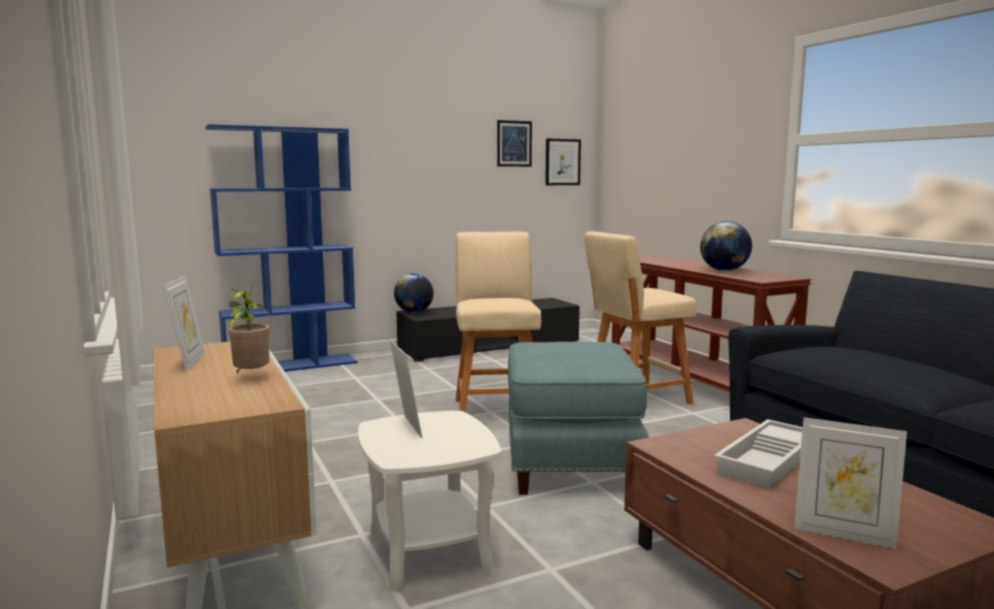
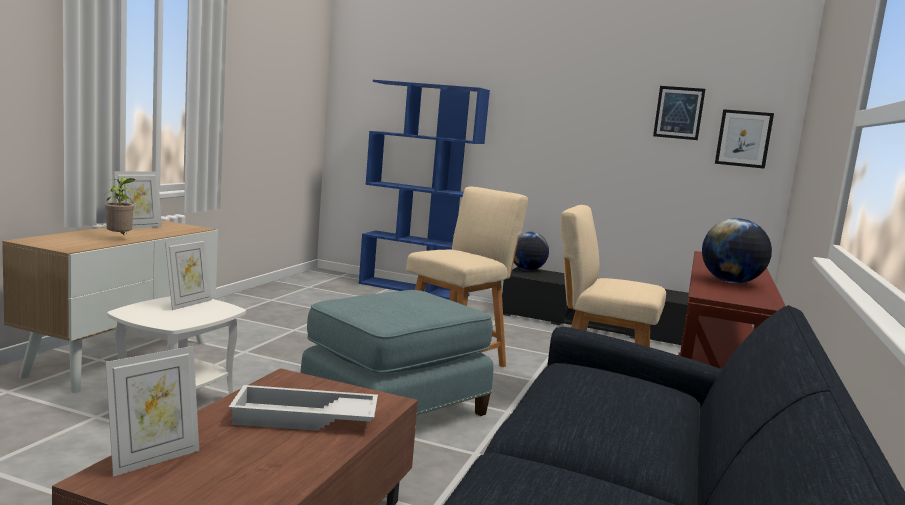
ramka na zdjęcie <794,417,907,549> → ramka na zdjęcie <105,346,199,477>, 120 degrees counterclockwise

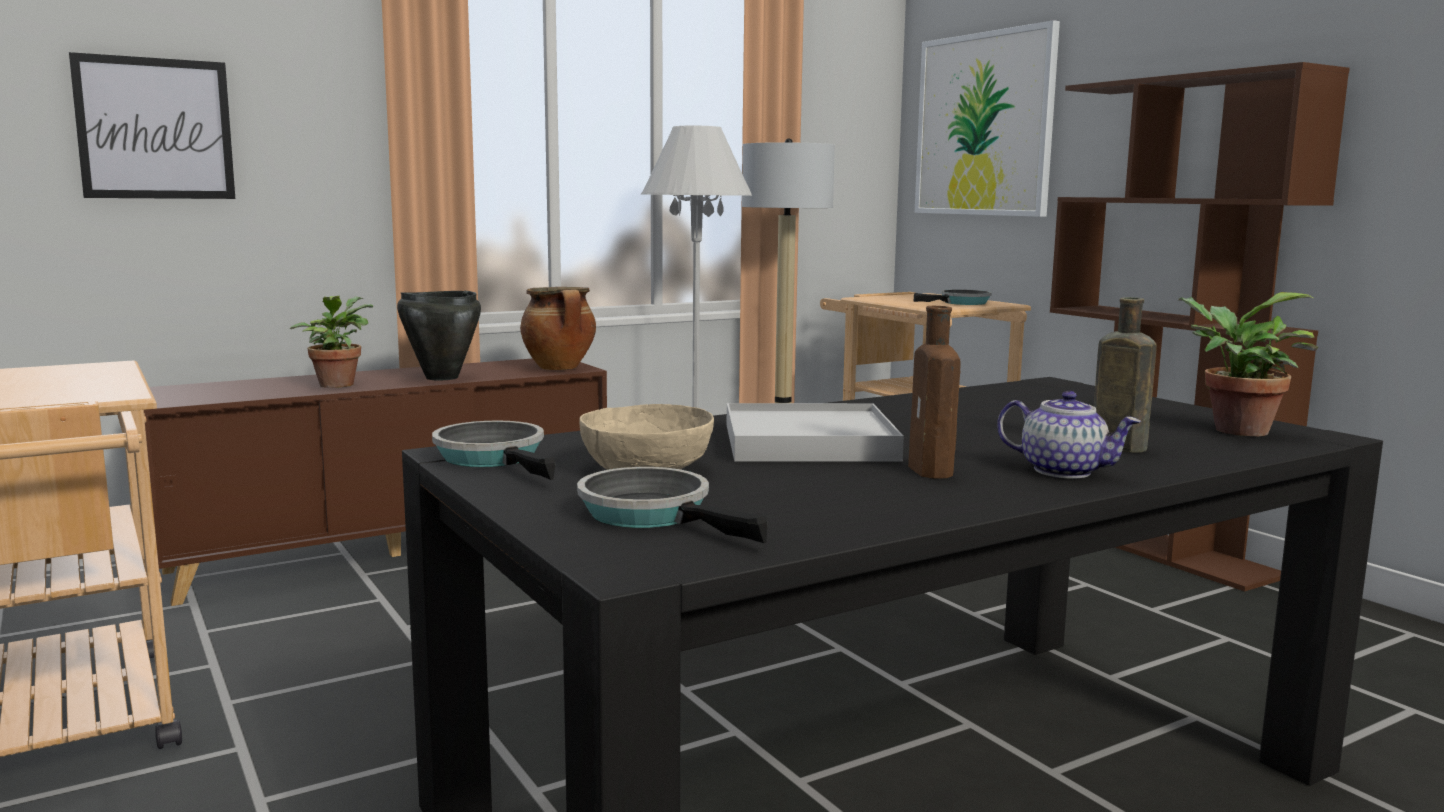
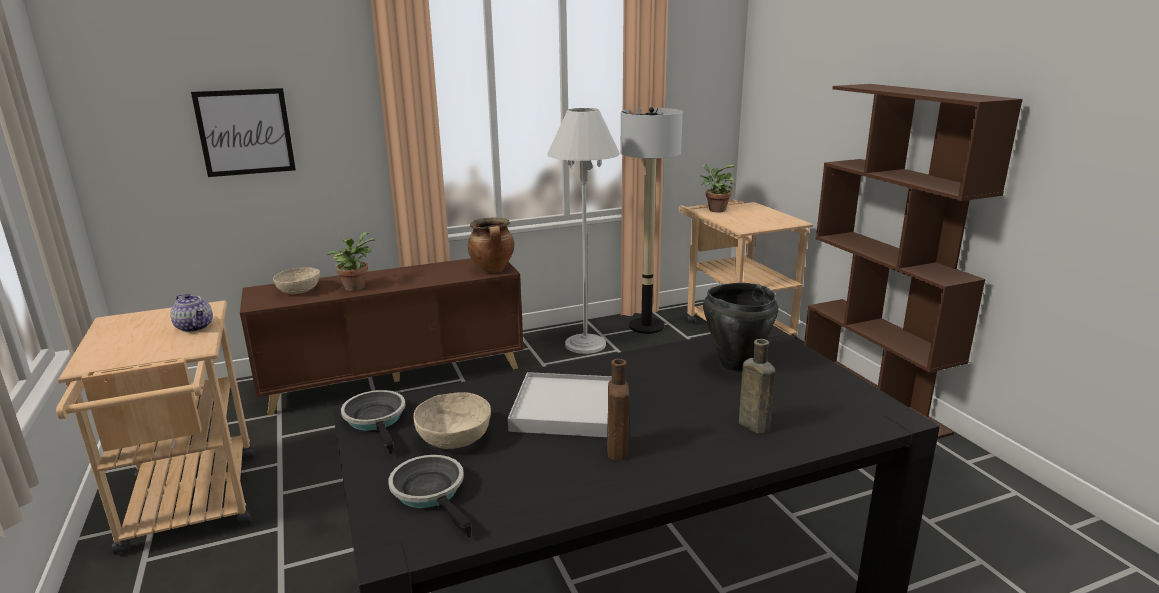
imbryk <997,391,1141,478> → imbryk <170,294,213,332>, moved
- → miska (beżowy) <273,267,320,294>
roślina doniczkowa <1178,292,1318,436> → roślina doniczkowa <700,165,736,213>, moved
garnek (czarny) <397,291,481,380> → garnek (czarny) <703,283,778,372>, moved
patelnia <914,290,992,305> → -
obraz <915,20,1060,217> → -

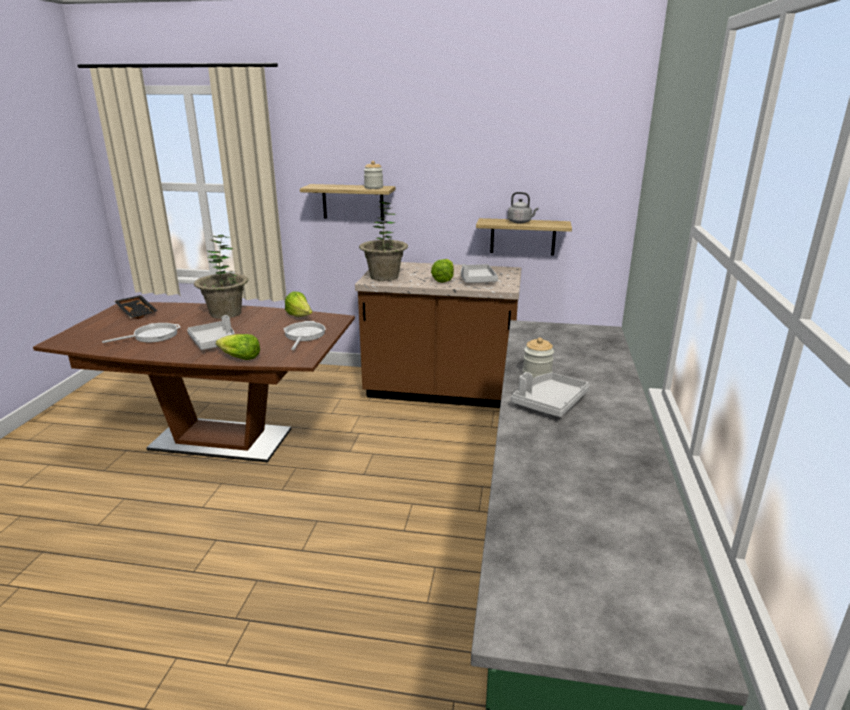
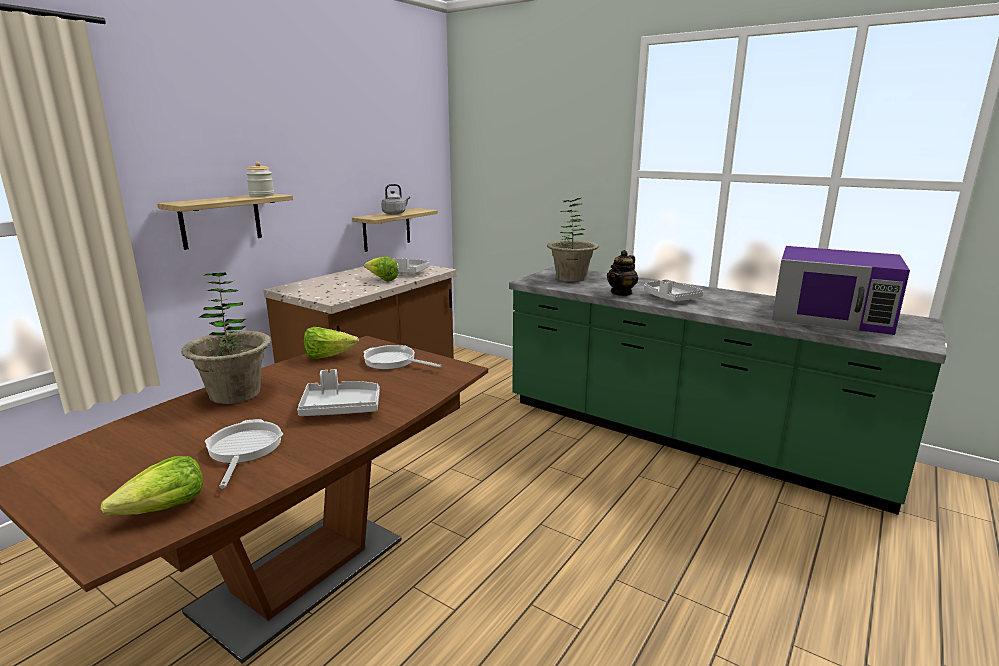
sałata <216,334,260,360> → sałata <101,456,203,515>, moved
roślina doniczkowa <359,202,408,281> → roślina doniczkowa <547,198,599,282>, moved
słoik <523,338,554,378> → imbryk <607,250,638,296>
- → mikrofalówka (fioletowy) <772,246,910,335>
taca (czarny) <114,295,158,319> → -

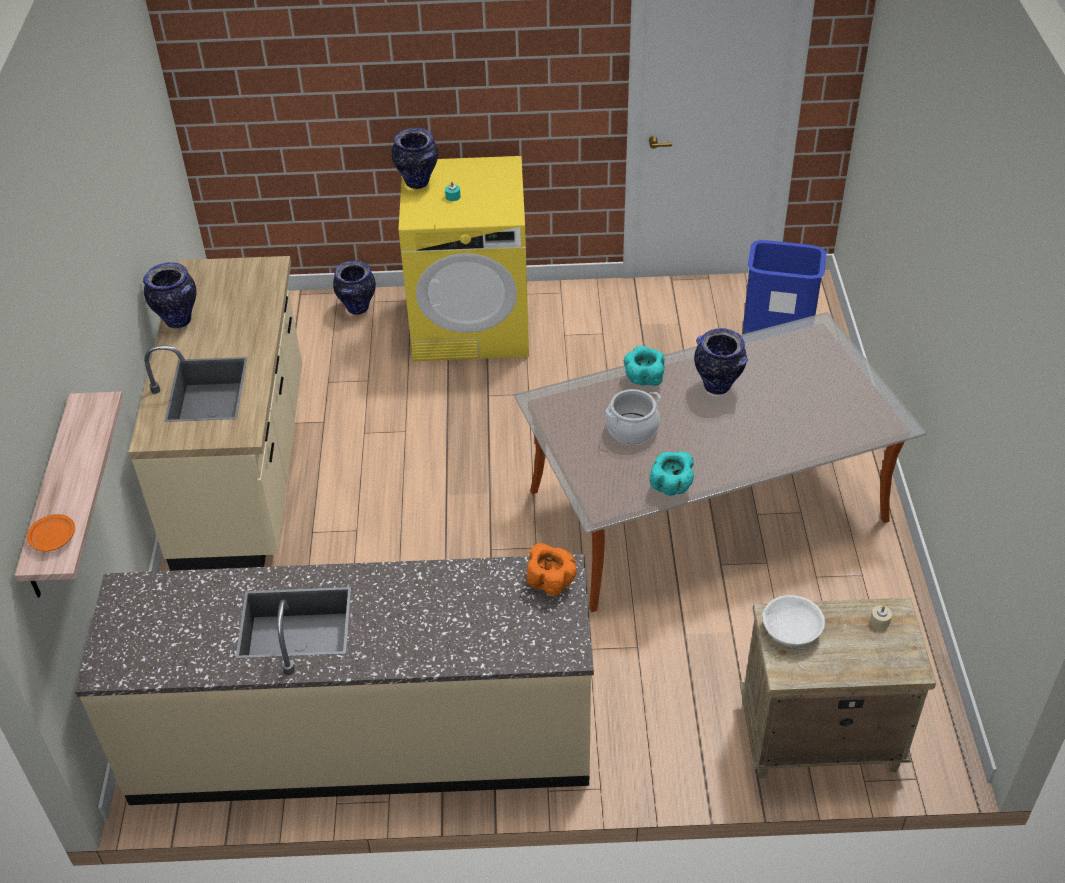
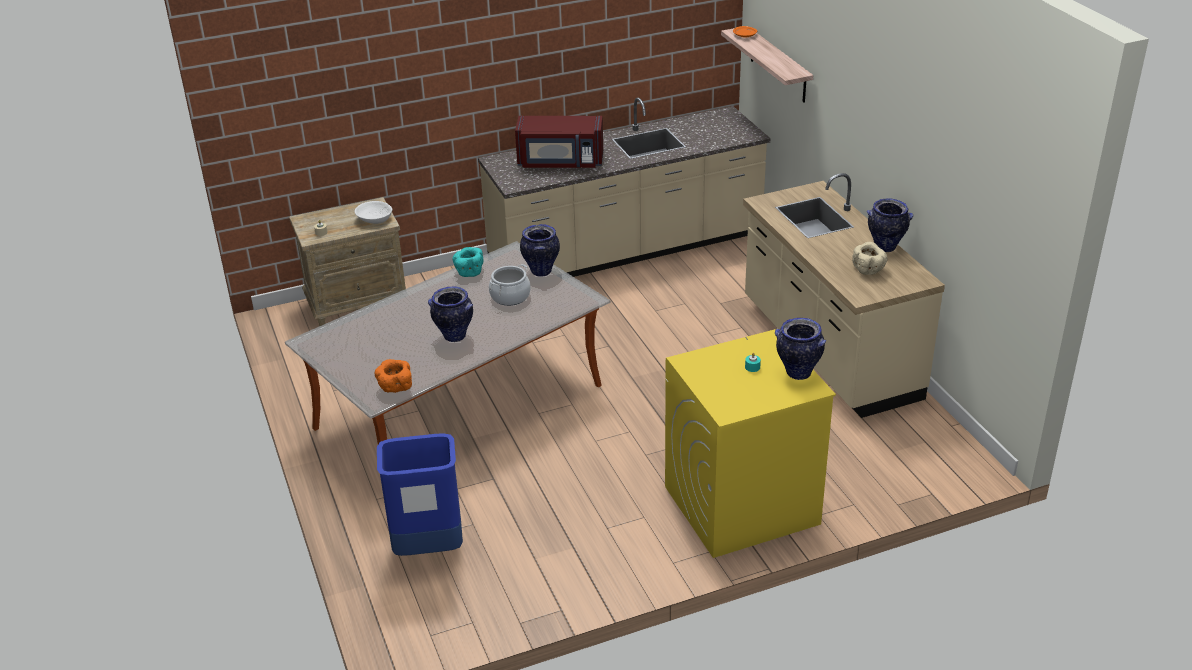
miska (pomarańczowy) <527,543,577,596> → miska (pomarańczowy) <375,359,412,393>, moved
- → mikrofalówka (czerwony) <515,116,603,168>
wazon <333,260,376,315> → wazon <520,224,560,277>, moved
- → miska (beżowy) <852,242,887,275>
miska (turkusowy) <624,346,665,386> → -

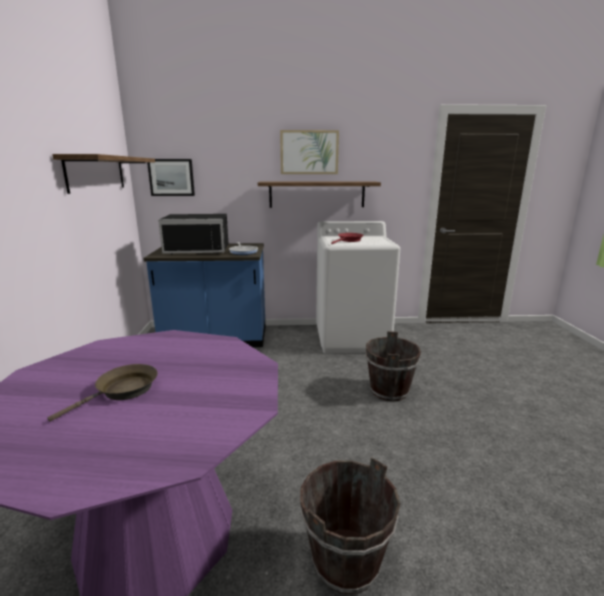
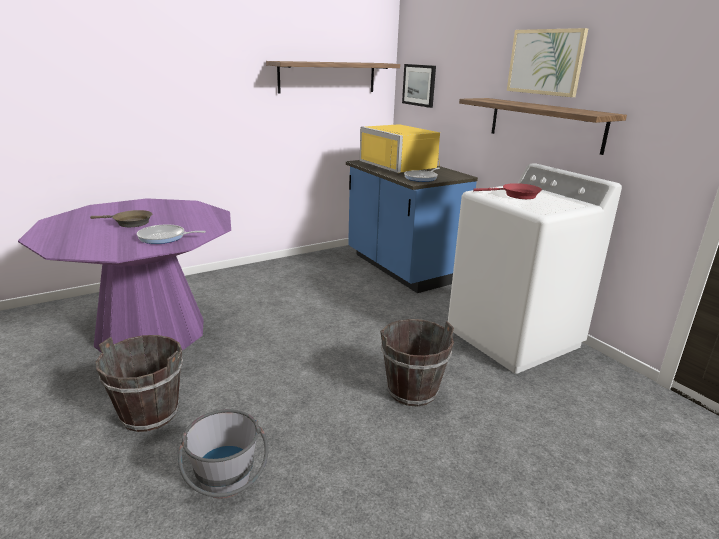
- → patelnia <137,225,206,244>
- → wiadro (szary) <178,409,268,498>
mikrofalówka (czarny) <158,214,228,254> → mikrofalówka (żółty) <360,124,440,173>

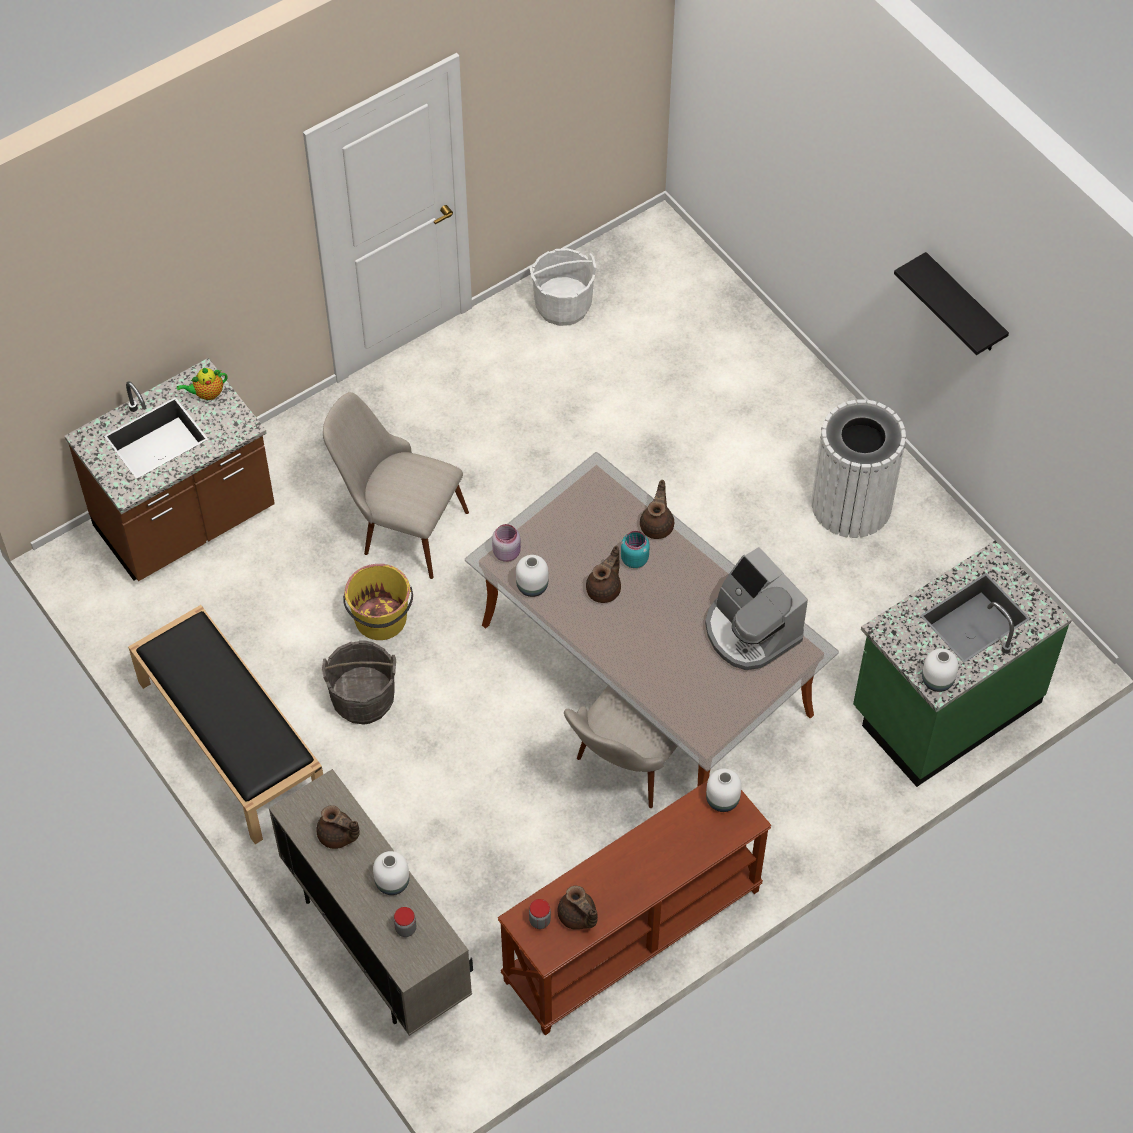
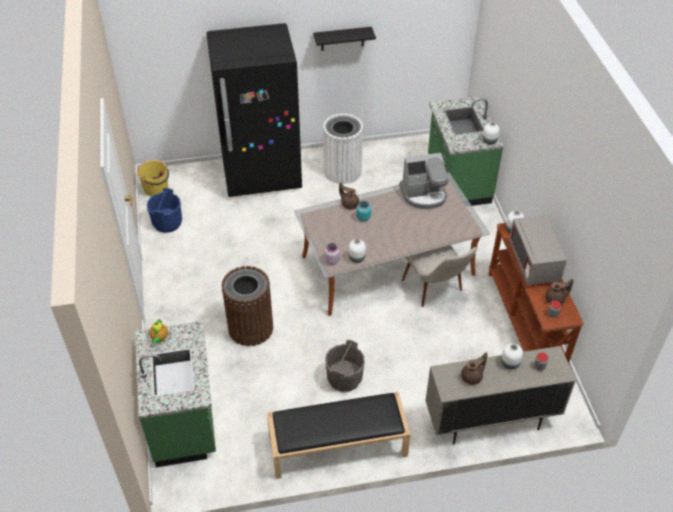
zabudowa kuchenna (brązowy) <65,358,275,581> → zabudowa kuchenna (zielony) <135,321,216,468>
wiadro (żółty) <343,564,413,640> → wiadro (żółty) <137,160,169,197>, moved
wiadro (biały) <529,248,596,326> → wiadro (niebieski) <147,188,182,233>
- → lodówka (czarny) <206,23,302,197>
krzesło (beżowy) <323,392,469,579> → kosz na śmieci (brązowy) <222,266,273,346>
- → mikrofalówka (szary) <509,215,567,286>
imbryk (brązowy) <586,546,621,603> → -

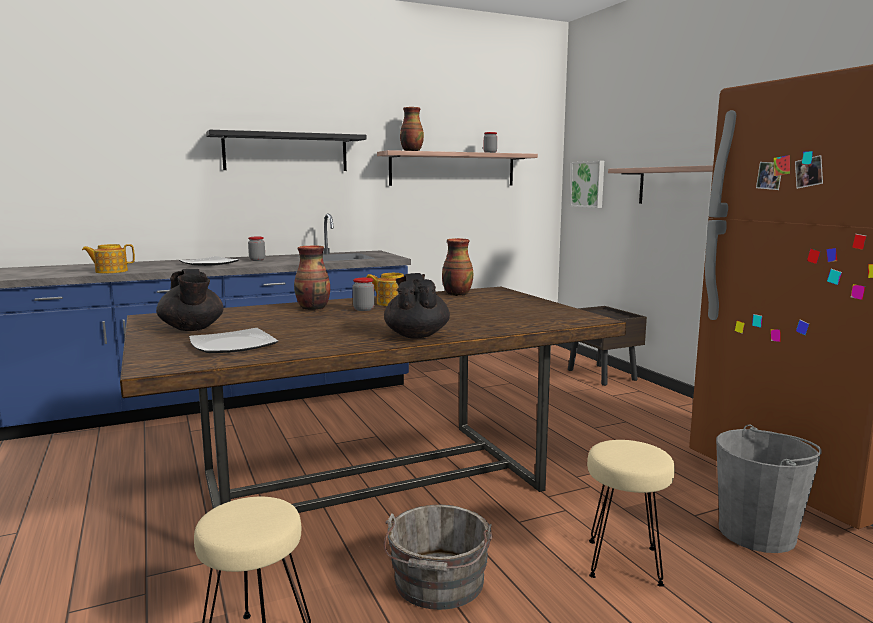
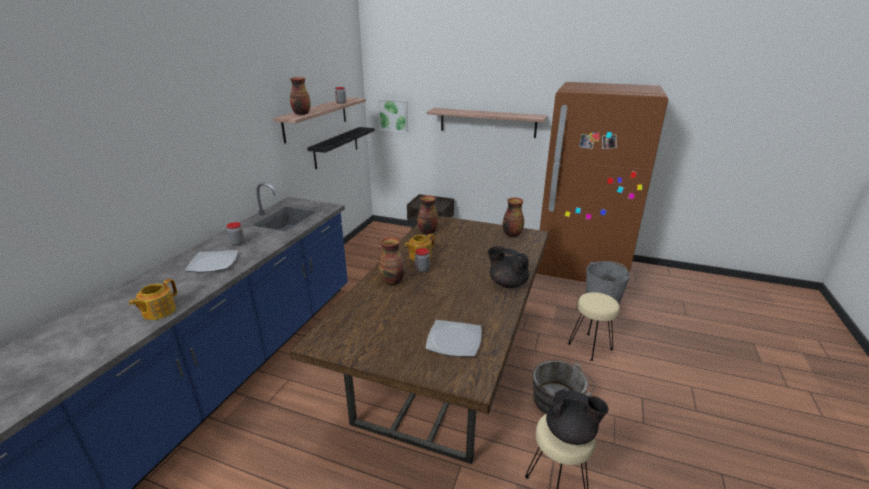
półka (czarny) <206,130,367,171> → półka (czarny) <307,127,375,169>, moved
- → wazon <502,198,524,237>
imbryk (czarny) <156,269,223,331> → imbryk (czarny) <546,389,609,445>, moved

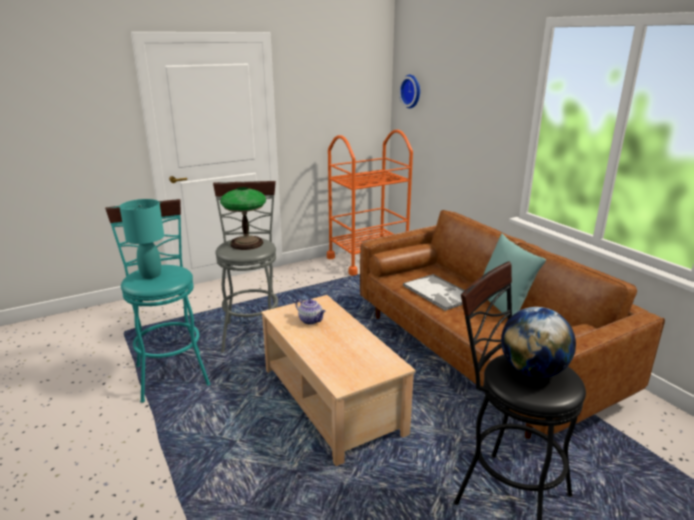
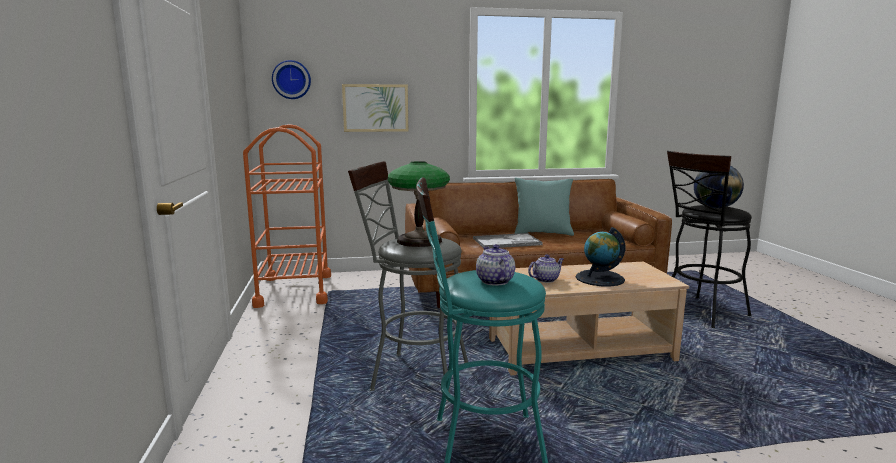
- → obraz <342,84,408,132>
lampa stołowa (turkusowy) <120,199,164,279> → imbryk <476,244,515,285>
- → globus <576,227,625,287>

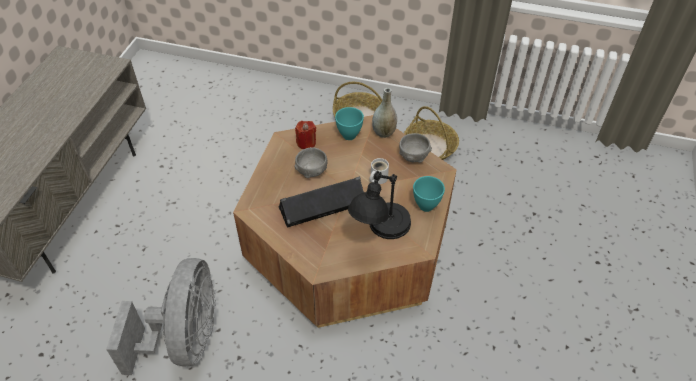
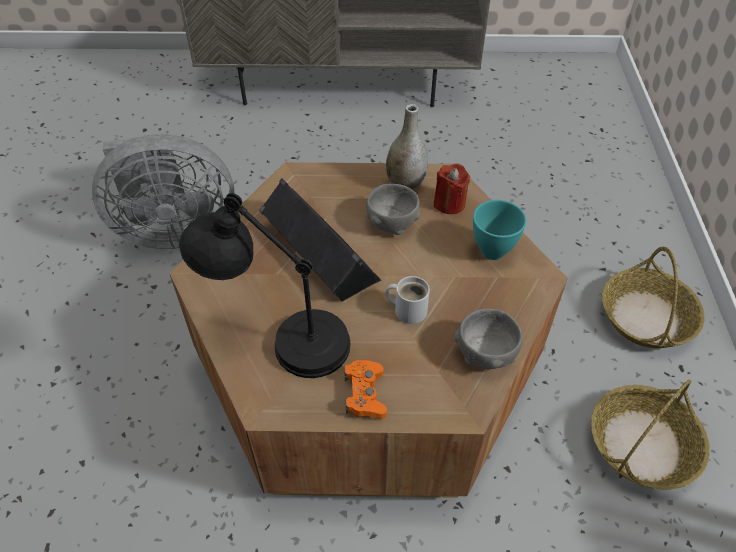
miska (turkusowy) <413,176,445,212> → pad do gier (pomarańczowy) <344,360,387,419>
wazon (szary) <372,88,397,138> → wazon (szary) <386,104,428,189>, moved

